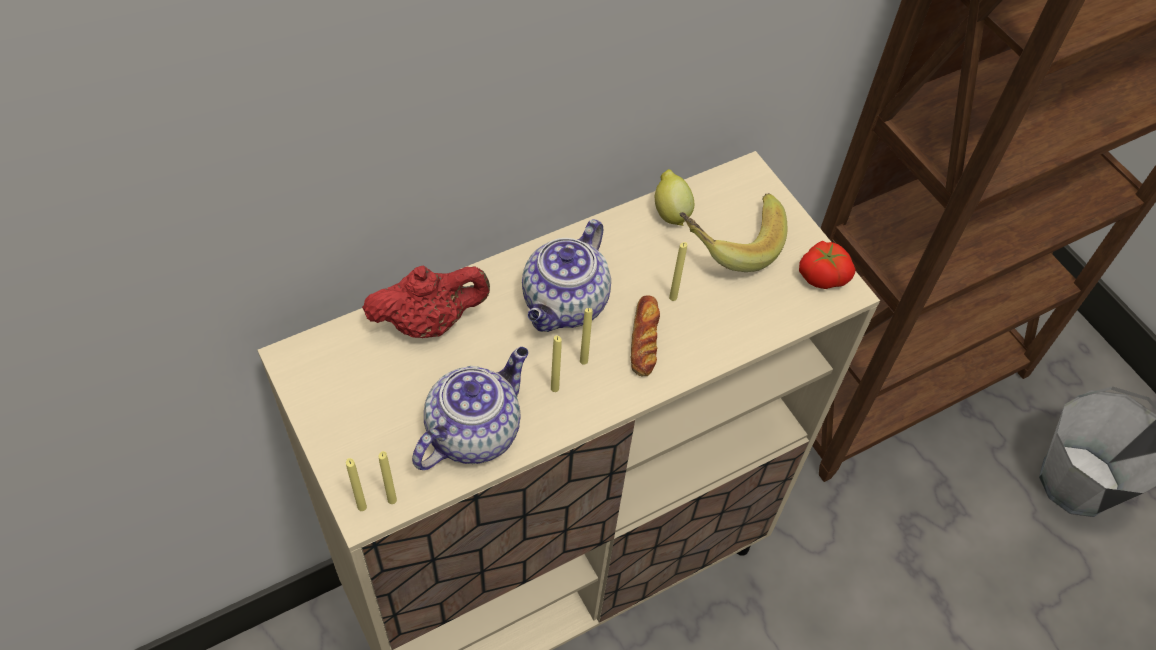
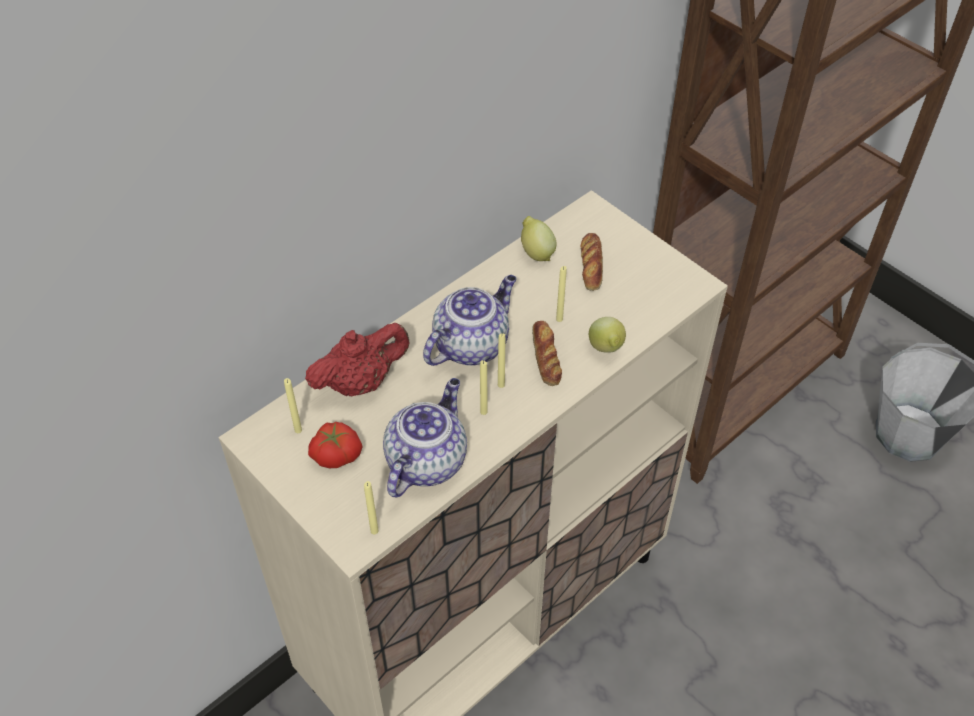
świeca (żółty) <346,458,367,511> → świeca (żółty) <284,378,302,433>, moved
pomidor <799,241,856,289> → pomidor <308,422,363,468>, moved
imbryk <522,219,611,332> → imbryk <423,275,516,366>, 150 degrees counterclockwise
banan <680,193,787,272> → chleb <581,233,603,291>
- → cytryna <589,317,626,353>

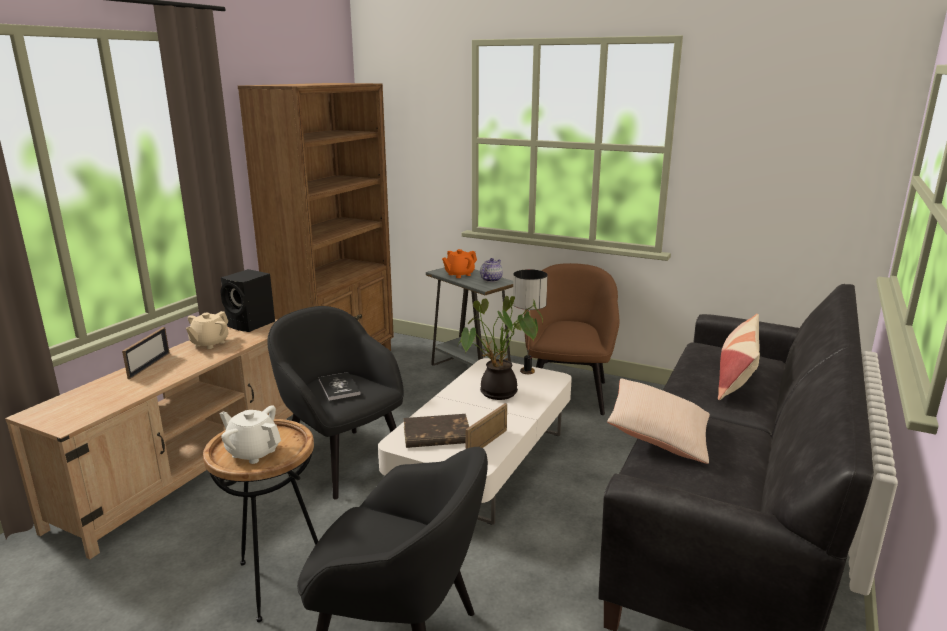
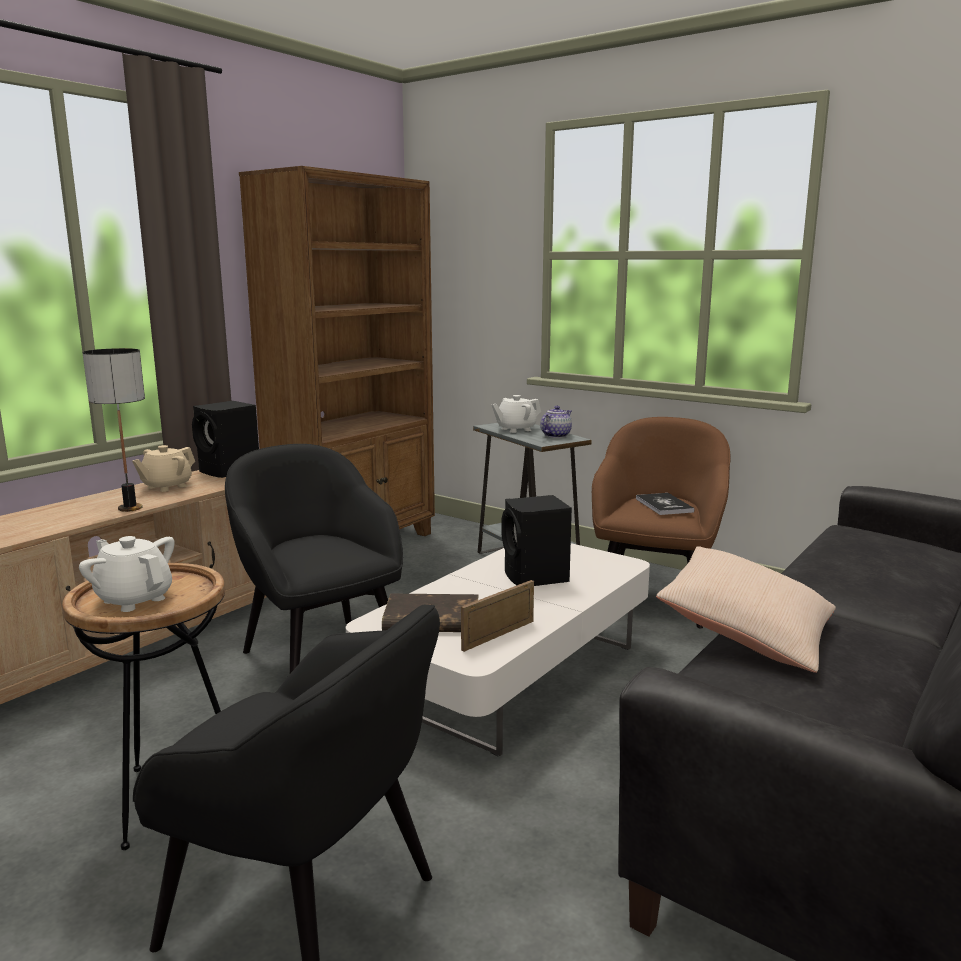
lampa stołowa <513,269,548,374> → lampa stołowa <83,348,145,512>, moved
imbryk (pomarańczowy) <442,249,477,278> → imbryk (biały) <491,395,541,433>
roślina doniczkowa <458,296,543,400> → głośnik (czarny) <501,495,572,586>
książka <318,372,361,401> → książka <636,493,694,515>, moved
ramka na zdjęcie <122,327,170,379> → -
poduszka <718,314,760,400> → -

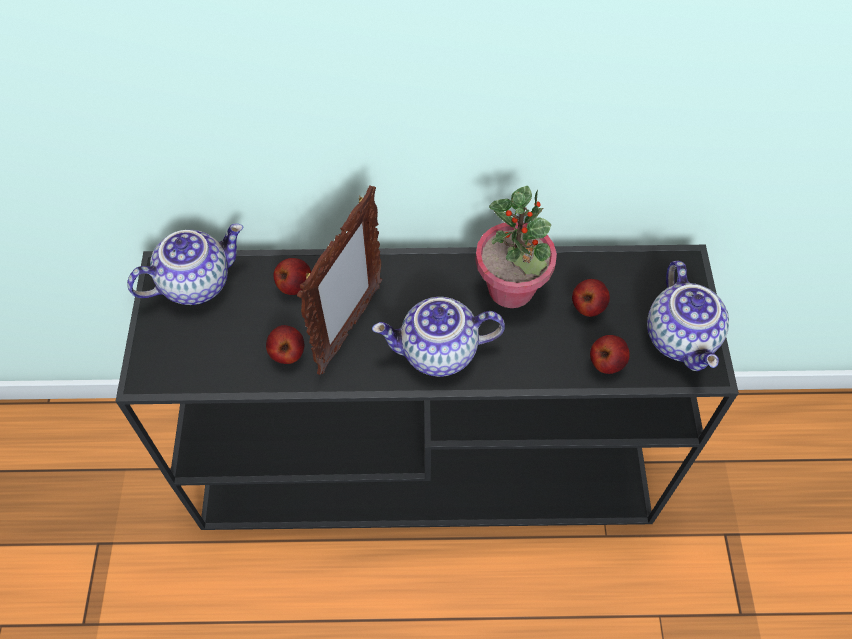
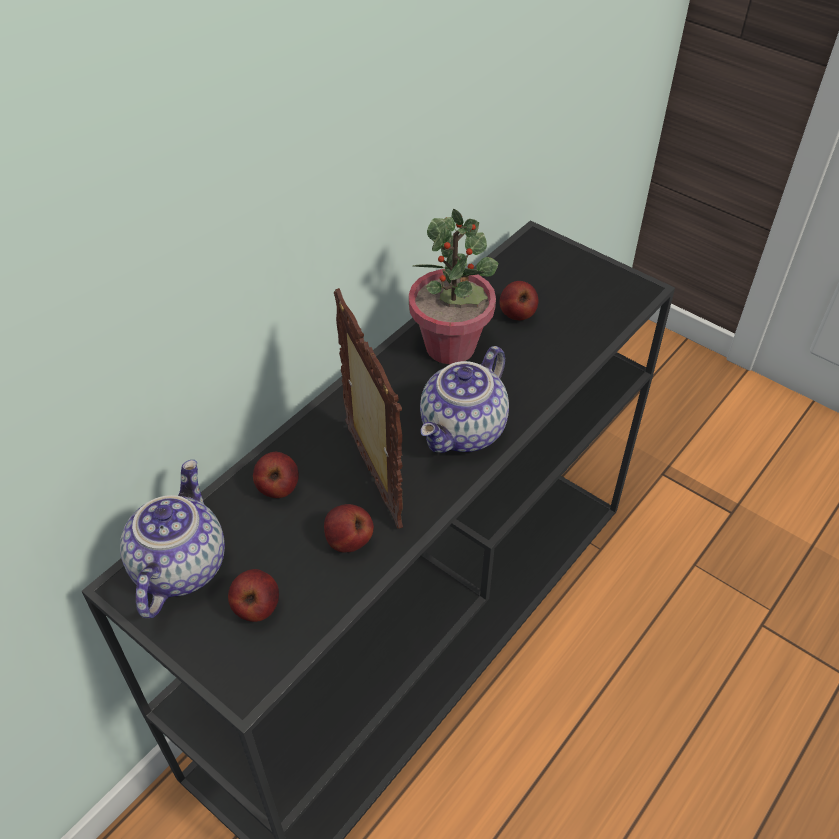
jabłko <590,335,630,374> → jabłko <228,569,279,622>, moved
imbryk <647,261,729,371> → -

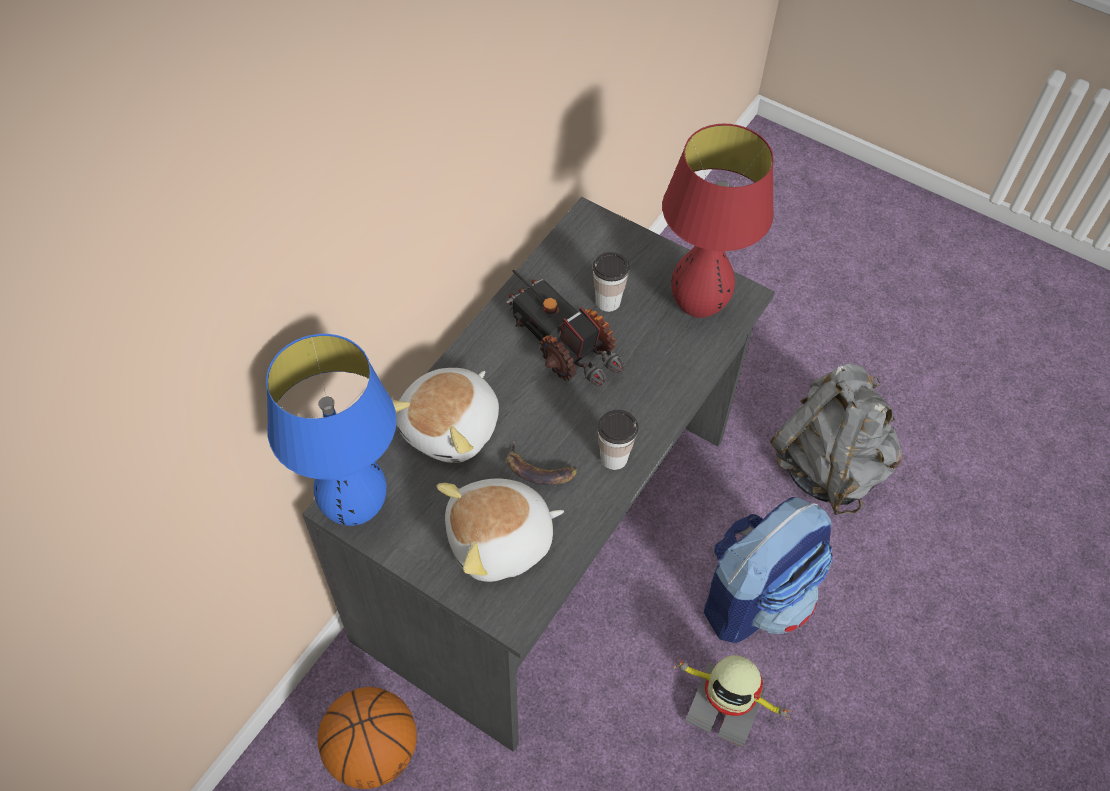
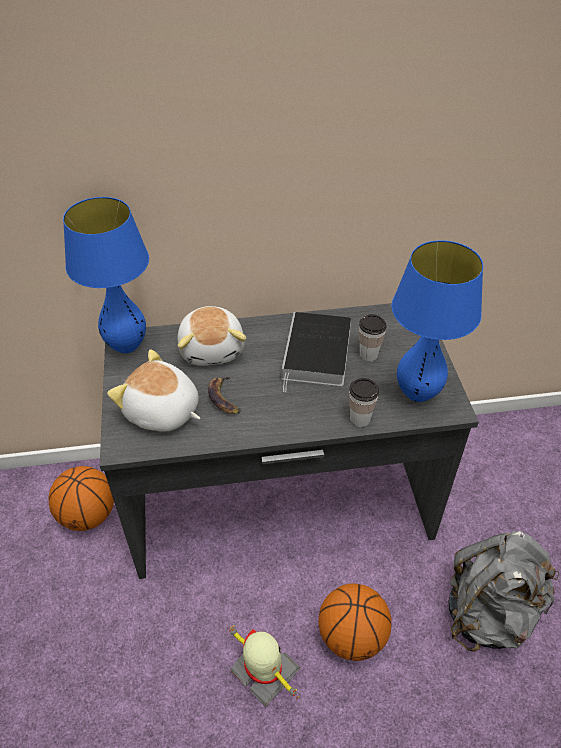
pluszak <393,368,499,463> → pluszak <177,306,246,366>, 90 degrees counterclockwise
robot zabawkowy <674,655,793,748> → robot zabawkowy <227,624,301,707>, 150 degrees clockwise
ciężarówka zabawkowa <506,270,625,387> → książka <282,312,351,393>
plecak <704,497,833,643> → piłka do koszykówki <318,583,392,661>
filiżanka <598,410,638,470> → filiżanka <349,378,379,427>, moved
lampa stołowa (czerwony) <662,124,774,318> → lampa stołowa (niebieski) <391,240,483,402>

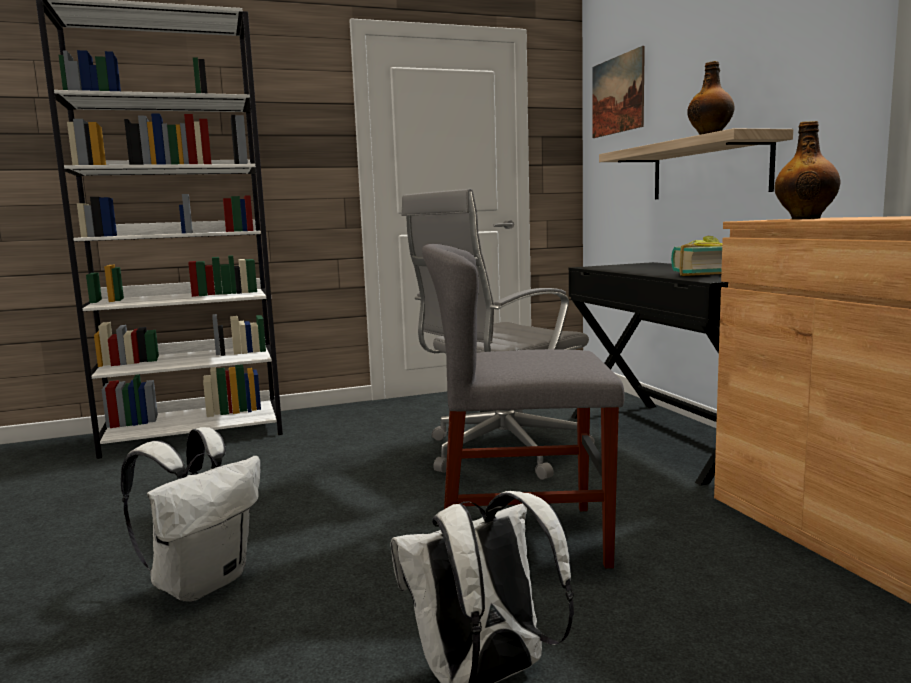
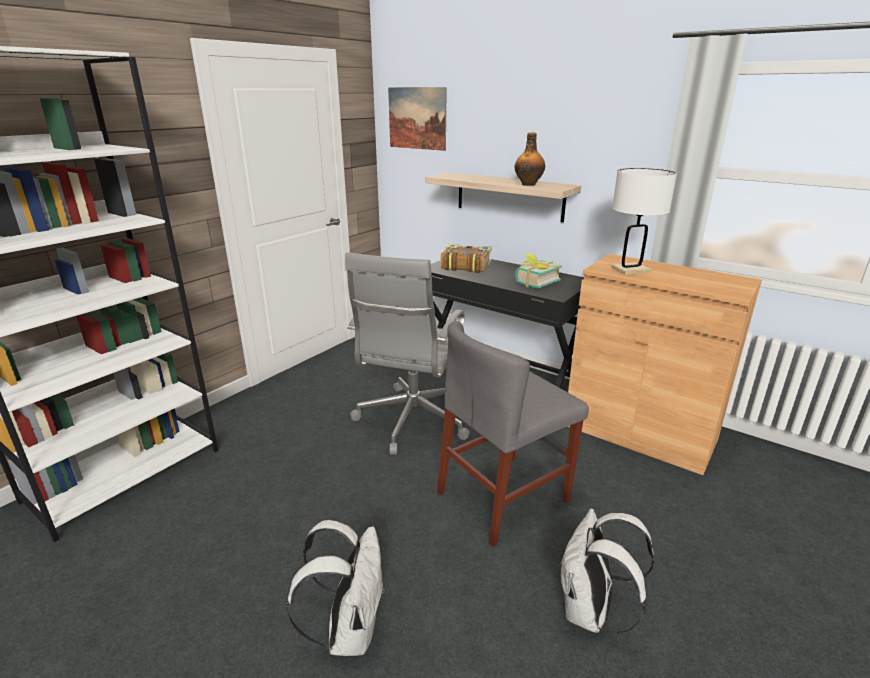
- → książka <440,244,492,273>
butelka <774,121,840,219> → lampa stołowa (biały) <612,168,677,275>

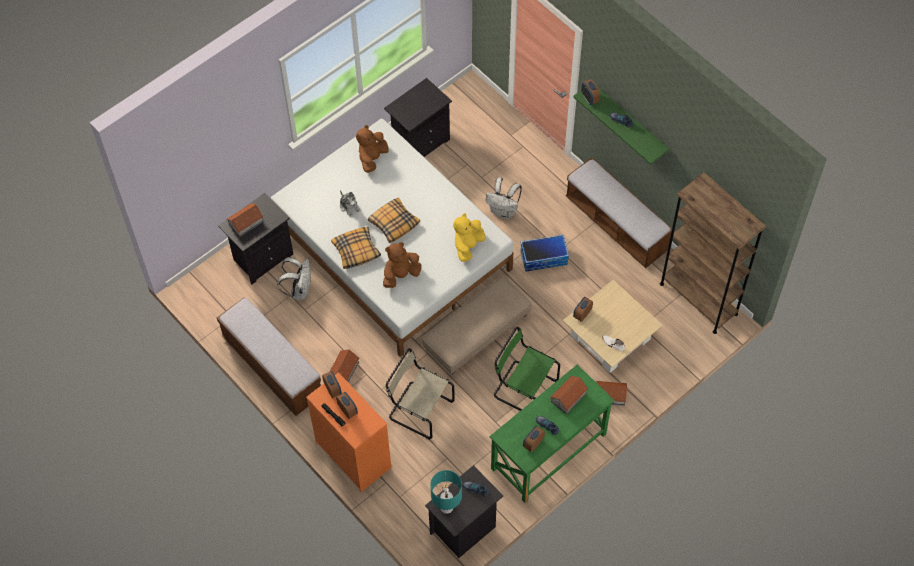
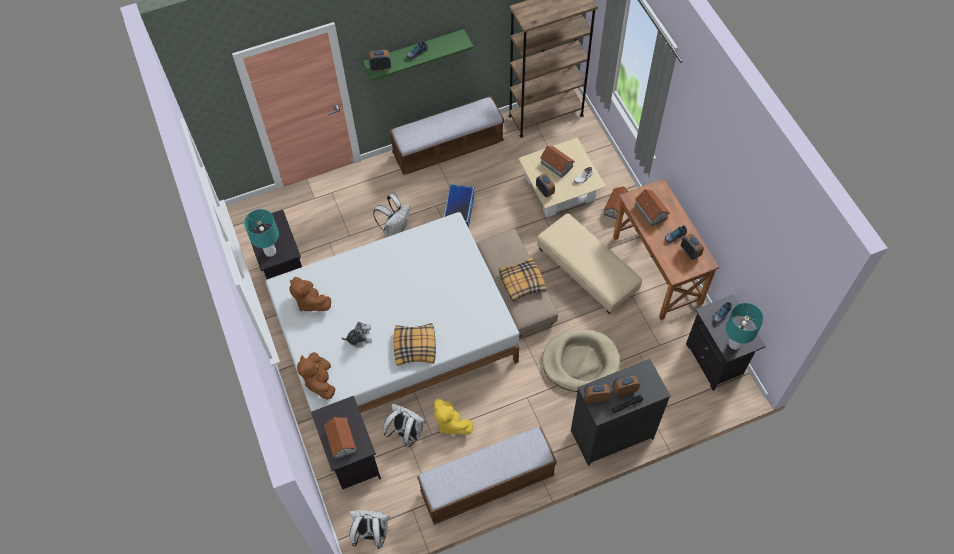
- → lampa stołowa (turkusowy) <244,209,279,257>
pluszak (brązowy) <383,242,421,288> → pluszak (brązowy) <297,352,335,400>, moved
- → plecak (biały) <349,510,390,549>
pluszak (żółty) <453,213,485,262> → pluszak (żółty) <434,399,473,435>, moved
poduszka <368,198,420,243> → poduszka <499,258,546,302>, moved
krzesło (zielony) <494,327,560,411> → pufa (beżowy) <537,213,642,314>
domek <330,350,359,383> → domek <540,146,575,178>, moved
krzesło (beżowy) <386,348,455,440> → legowisko (beżowy) <542,329,620,392>
komoda (pomarańczowy) <306,372,391,492> → komoda (czarny) <571,359,671,466>
biurko (zielony) <490,365,615,503> → biurko (brązowy) <613,179,719,320>

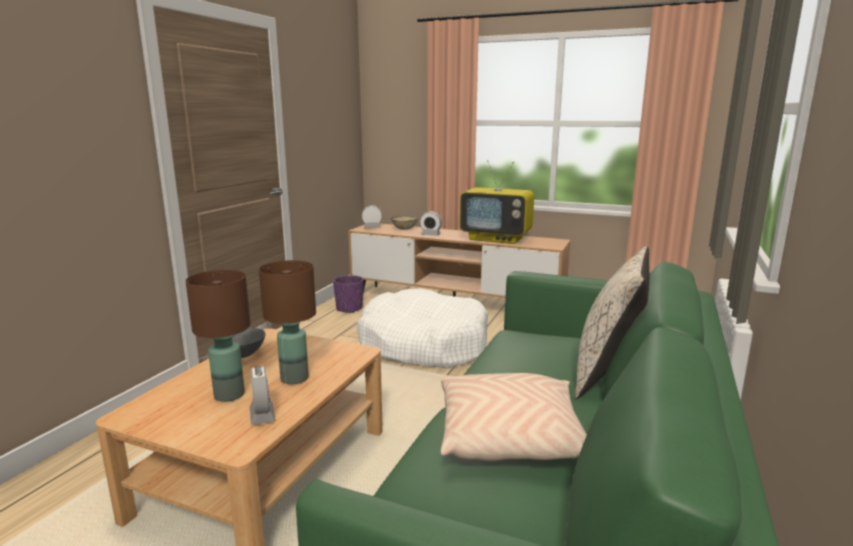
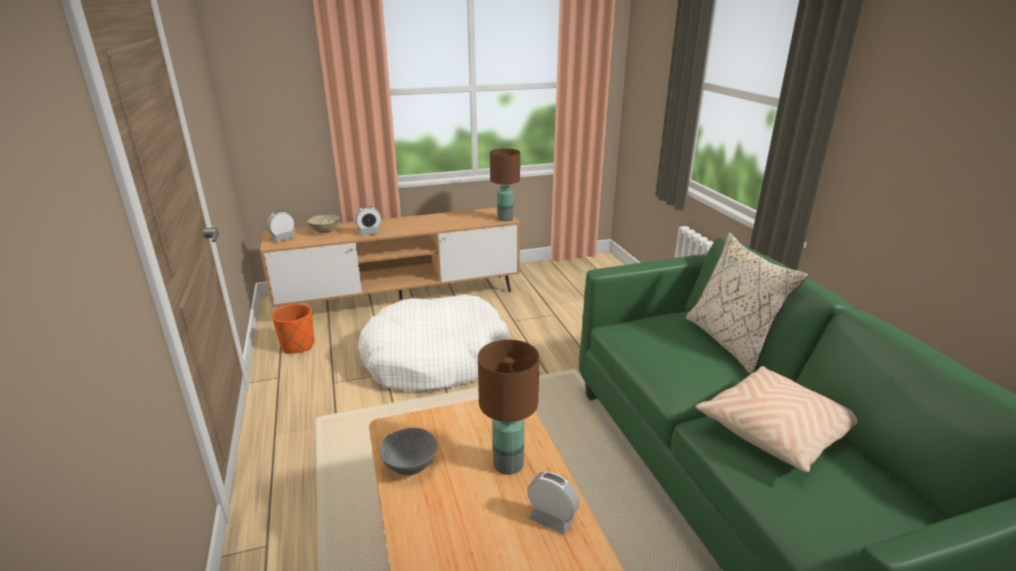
donica (fioletowy) <333,275,363,313> → donica (pomarańczowy) <272,304,315,354>
lampa stołowa (brązowy) <186,270,250,402> → lampa stołowa (brązowy) <490,148,520,221>, moved
telewizor <460,160,534,244> → -

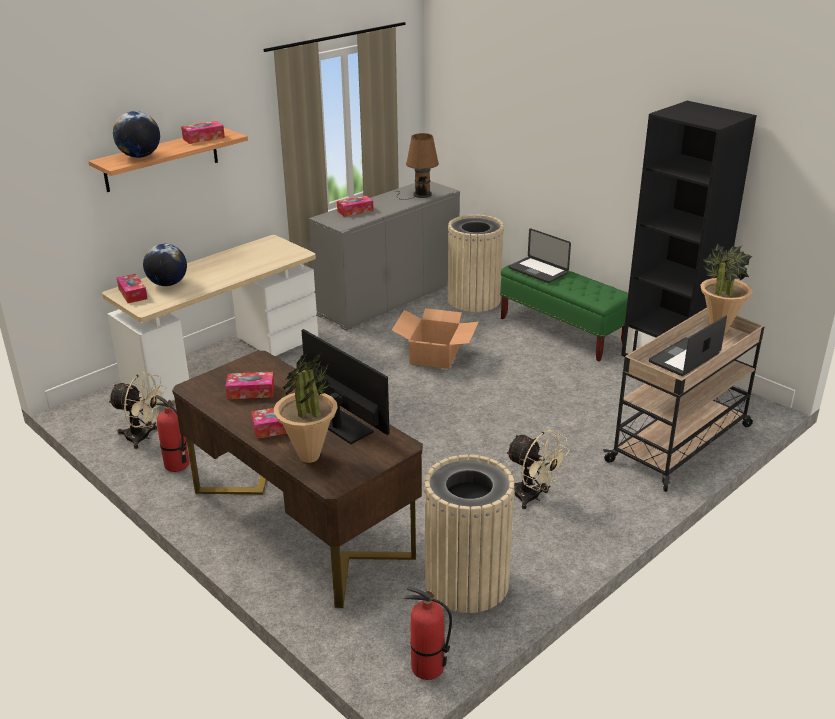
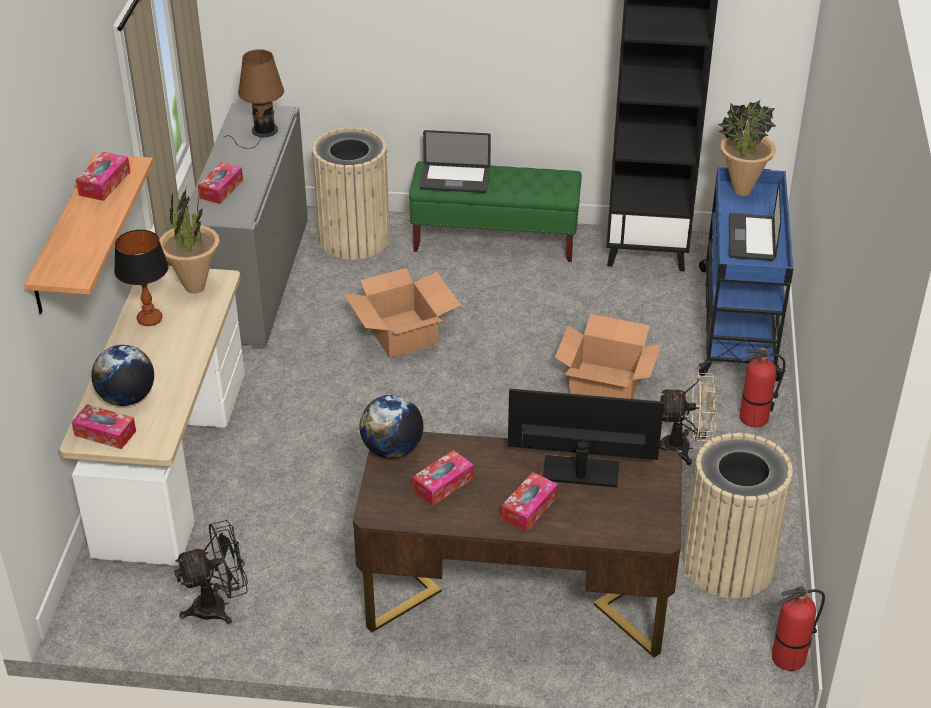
- → lampa stołowa <114,230,169,326>
roślina doniczkowa <274,352,338,463> → roślina doniczkowa <159,187,219,294>, moved
wentylator (beżowy) <108,372,166,449> → wentylator (czarny) <174,520,248,624>
globus <113,111,160,158> → globus <360,395,423,459>, moved
- → karton <555,314,661,399>
wózek (beżowy) <603,308,765,492> → wózek (niebieski) <698,167,793,381>
gaśnica <155,395,189,472> → gaśnica <740,348,785,427>, moved

